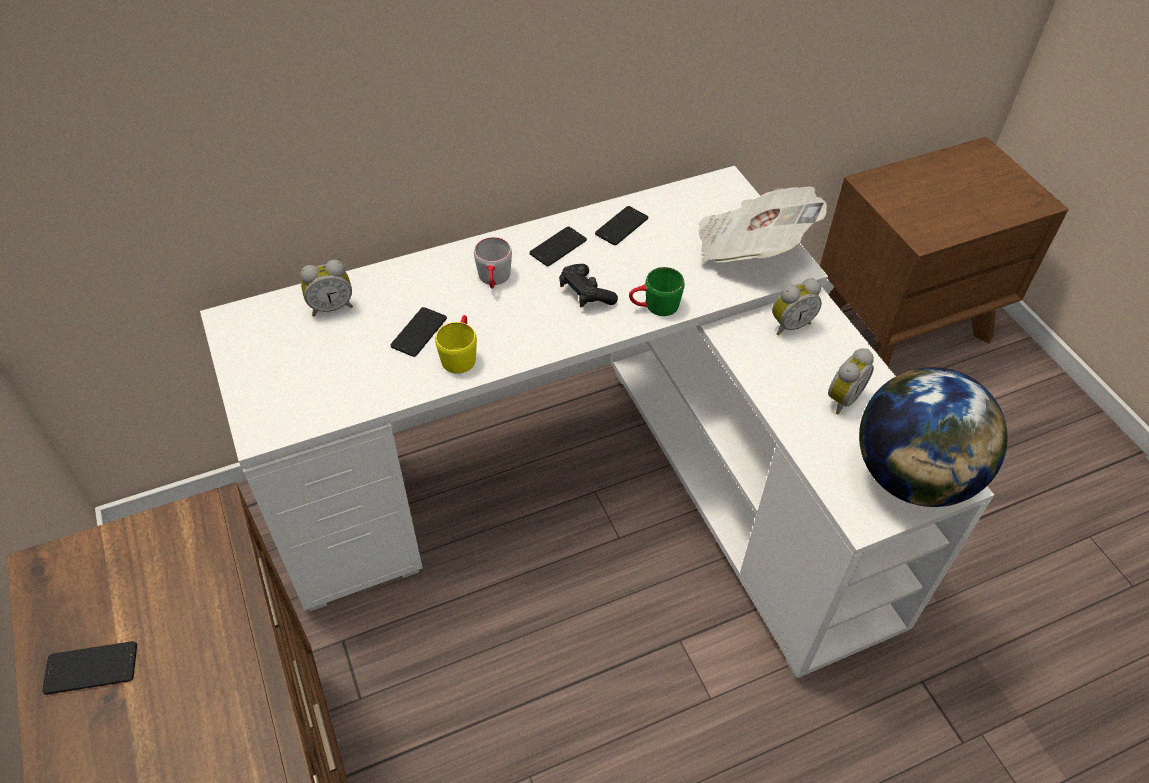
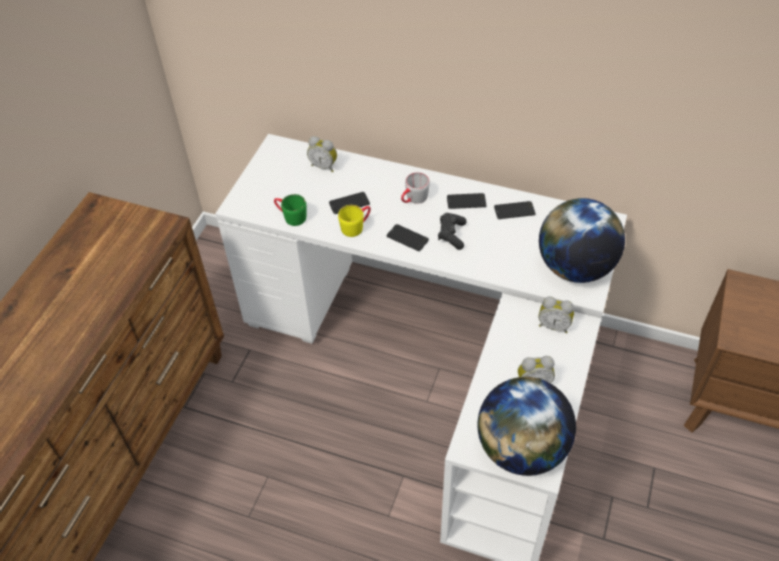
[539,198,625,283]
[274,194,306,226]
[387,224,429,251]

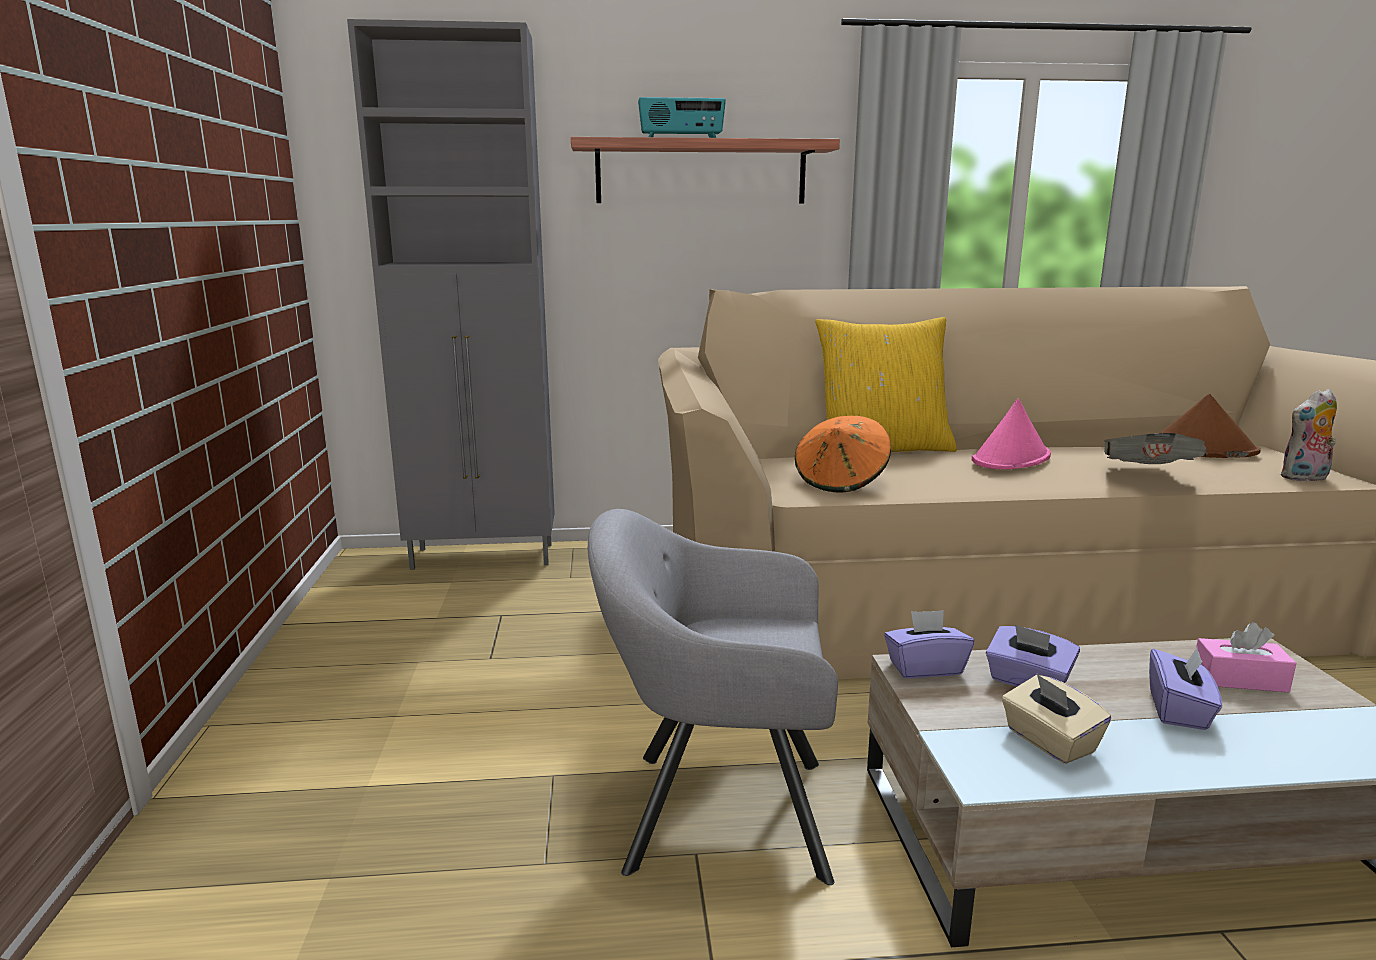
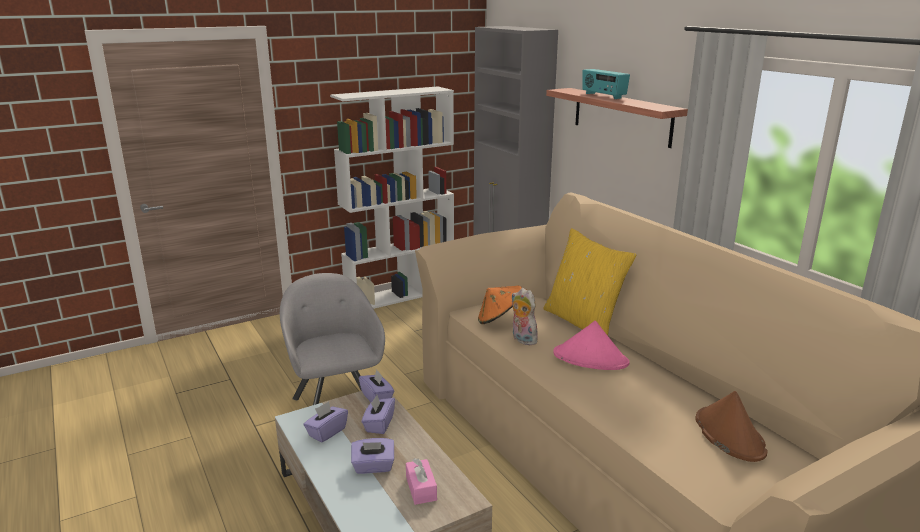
[512,288,538,345]
[1104,433,1207,464] (first image)
[303,401,348,443]
[330,86,454,309]

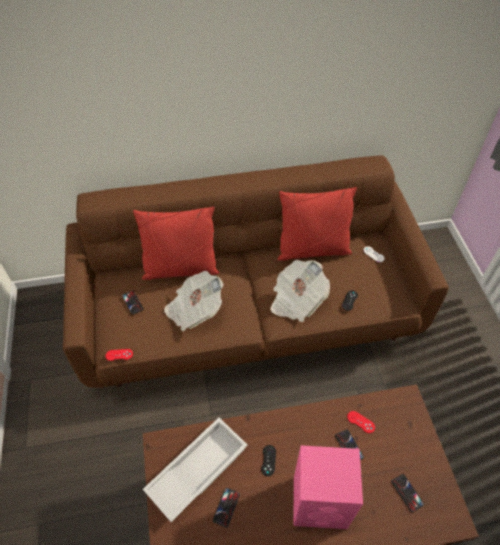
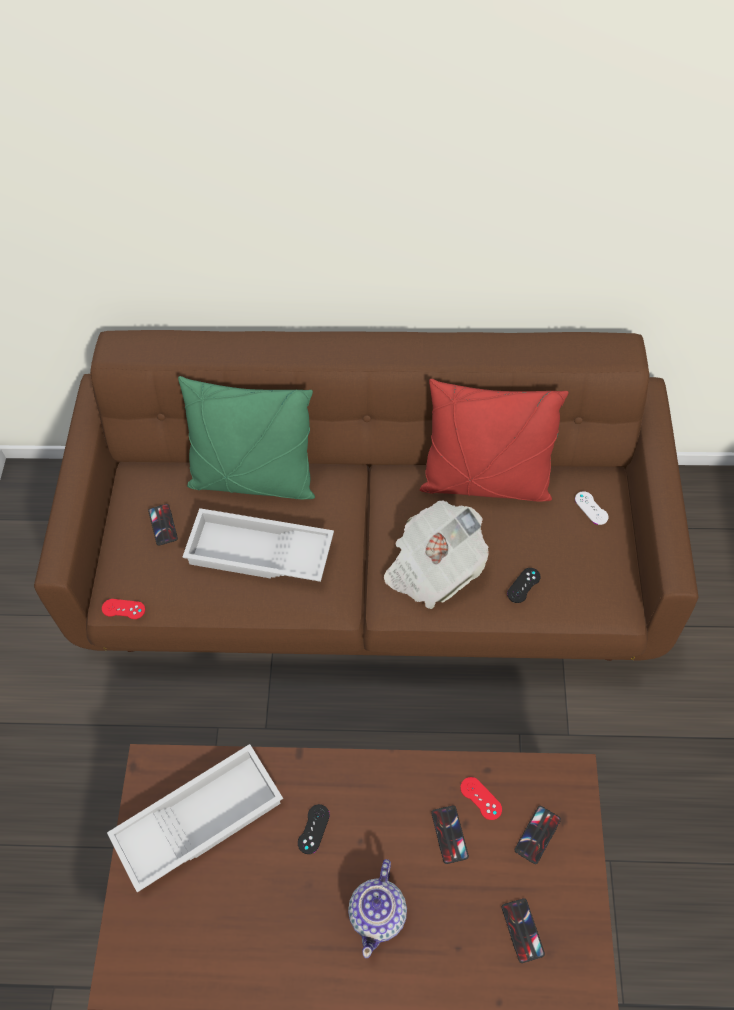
[178,376,315,499]
[183,508,334,582]
[348,859,407,958]
[515,806,561,864]

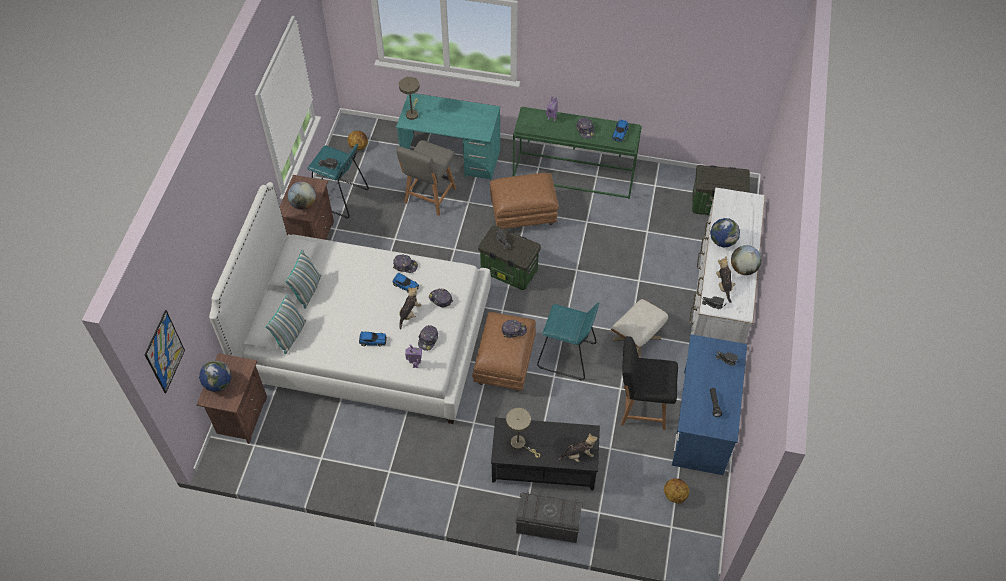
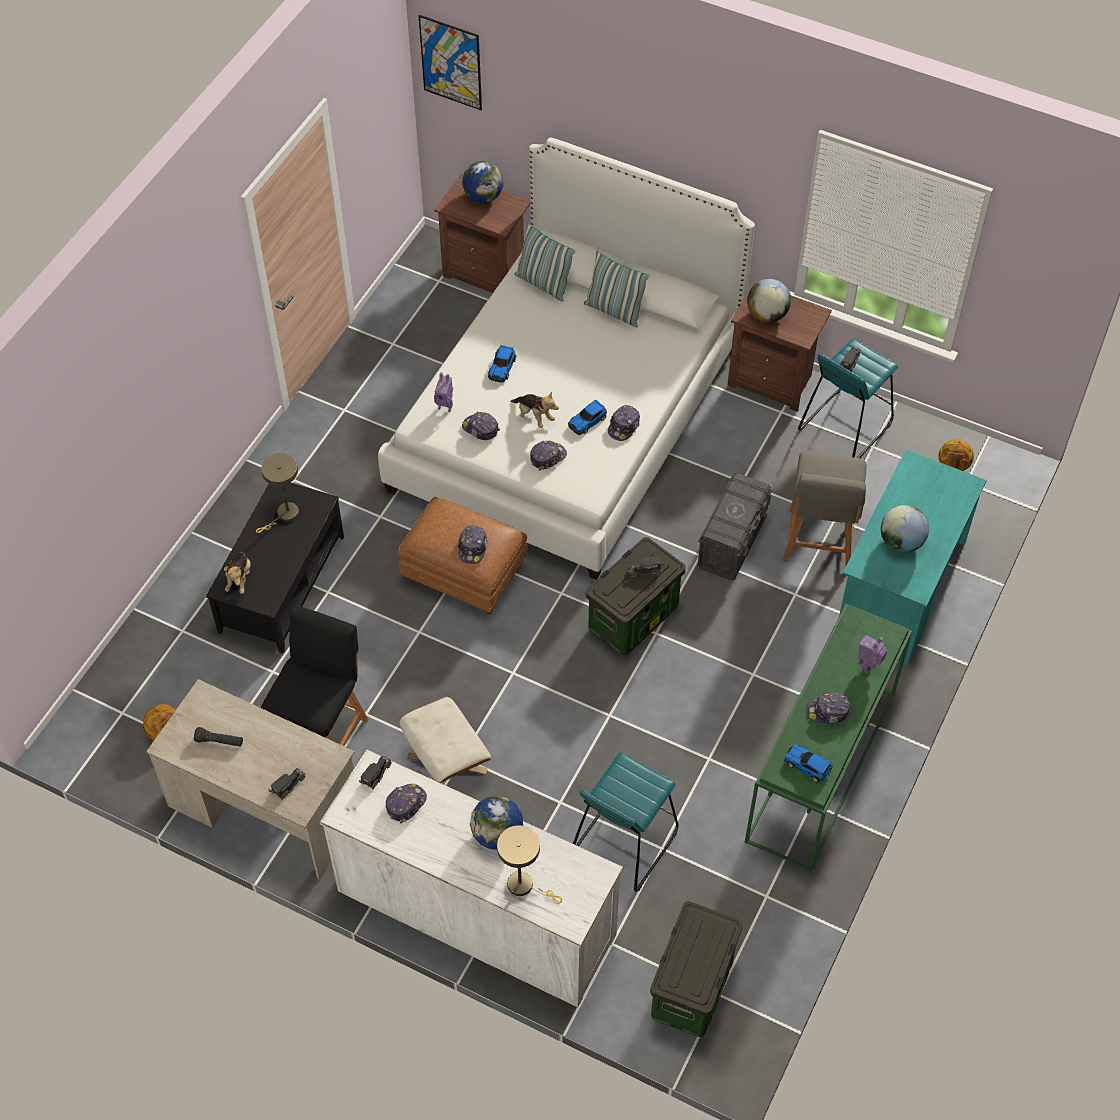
[497,825,562,904]
[783,451,866,565]
[490,173,559,229] (first image)
[881,505,929,553]
[386,784,427,824]
[573,752,679,892]
[146,679,355,880]
[698,473,772,580]

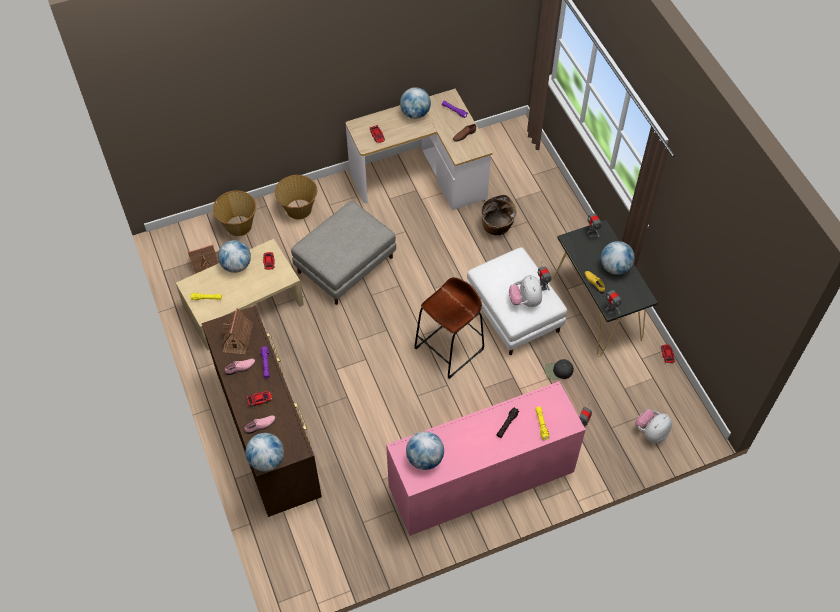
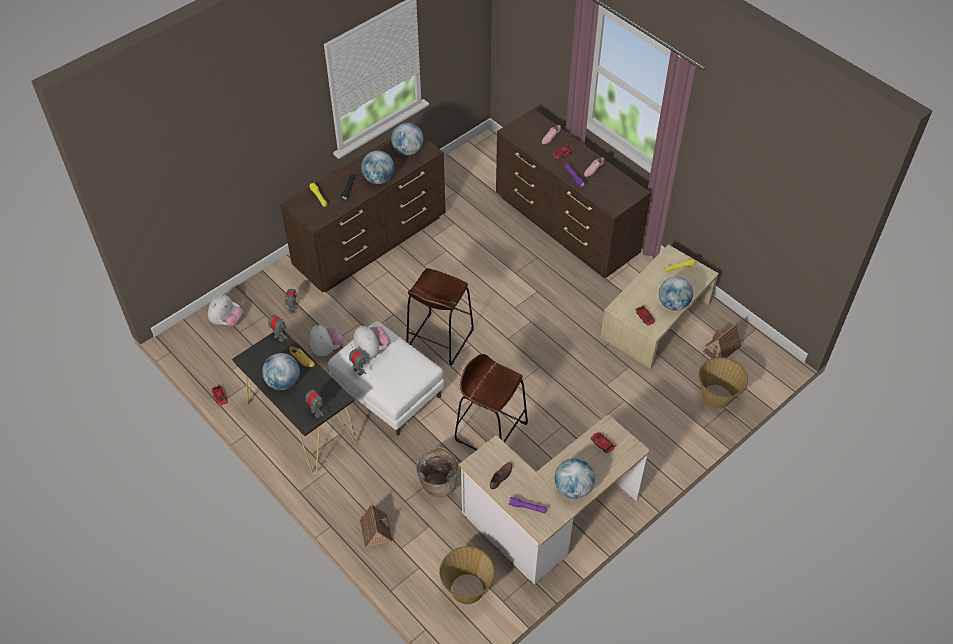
[439,546,495,604]
[291,201,396,305] (first image)
[360,504,392,547]
[310,325,344,357]
[280,136,445,293]
[361,151,394,184]
[455,354,528,450]

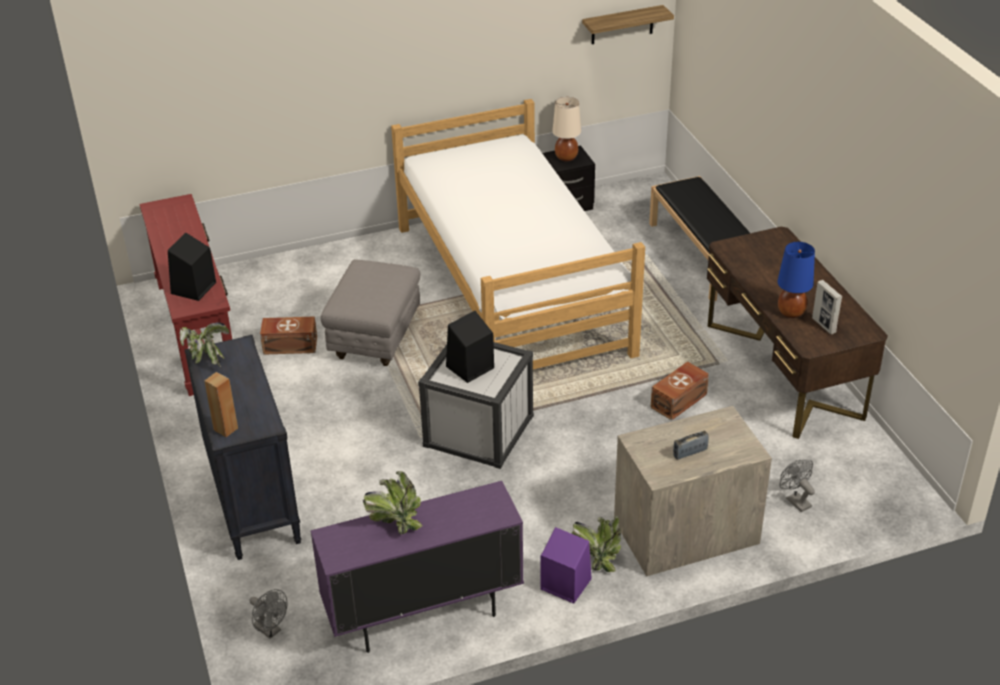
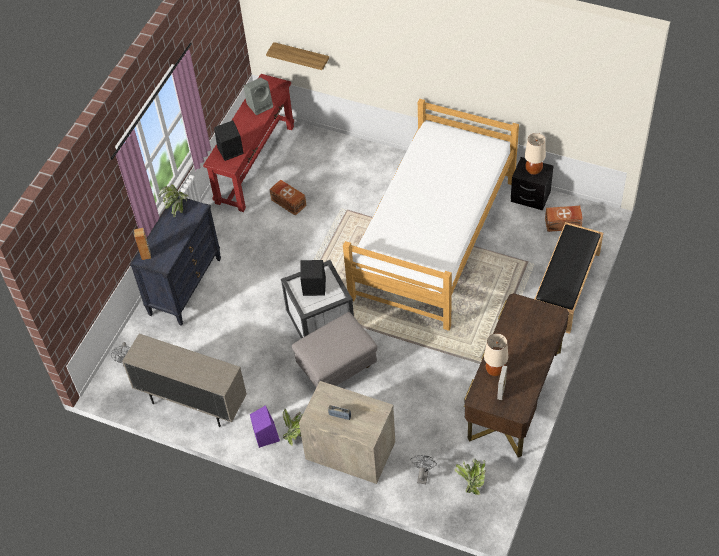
[266,42,329,70]
[484,333,508,376]
[292,312,378,387]
[545,206,583,232]
[455,458,486,495]
[122,334,247,427]
[244,77,273,115]

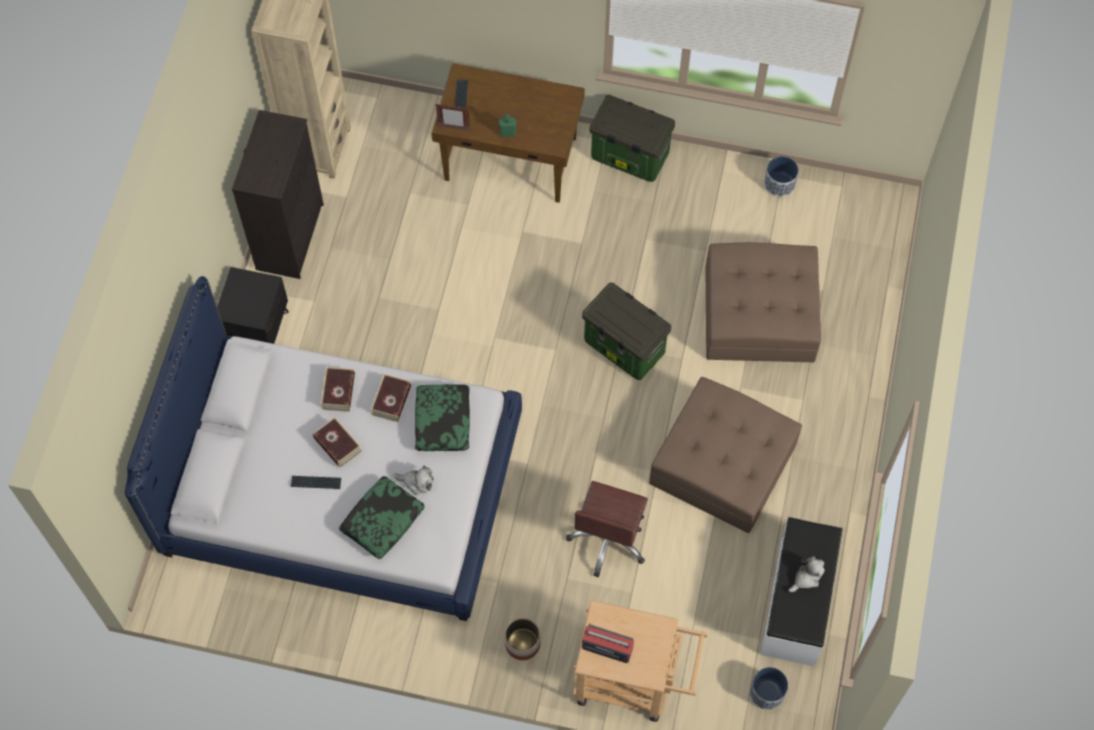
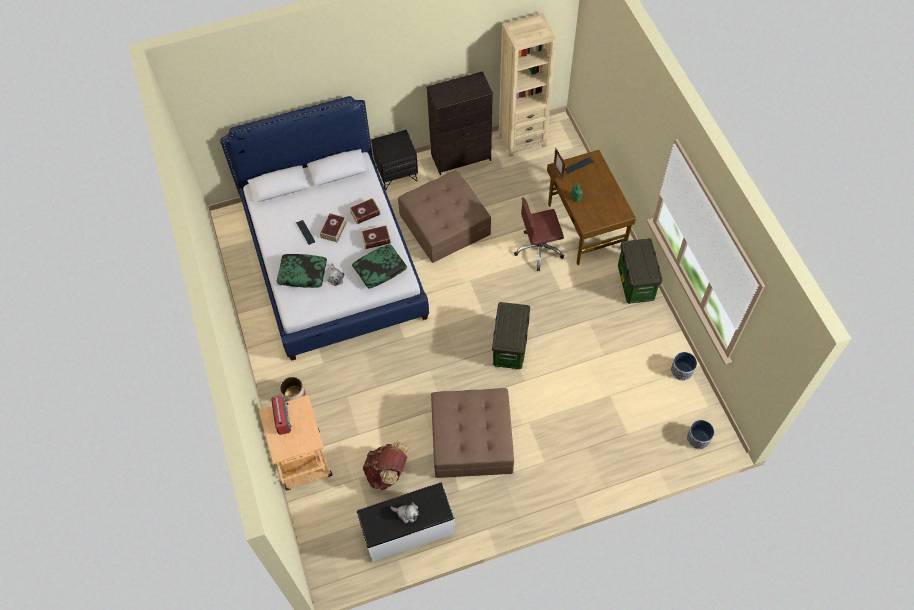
[398,170,491,263]
[514,198,564,271]
[687,420,714,449]
[363,442,409,490]

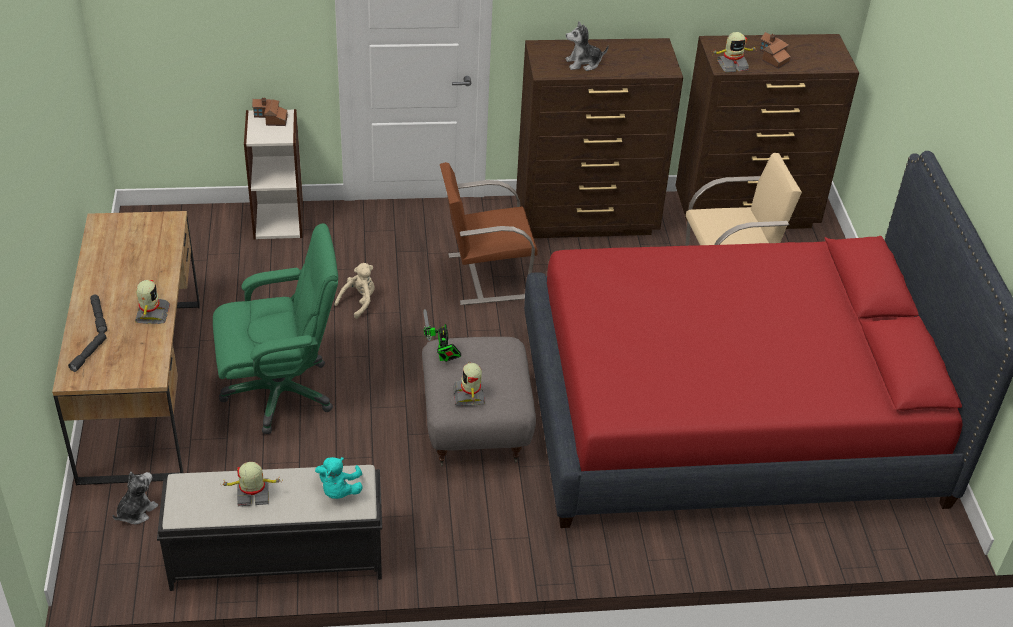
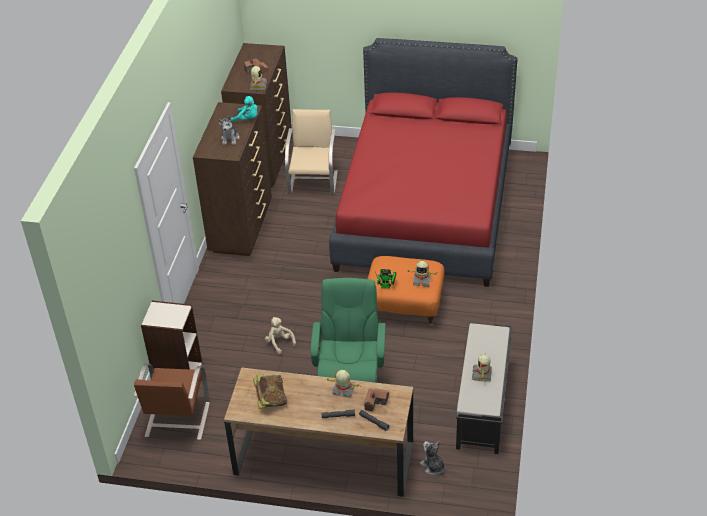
[364,388,389,411]
[134,364,210,440]
[368,256,445,326]
[231,96,257,123]
[253,374,287,409]

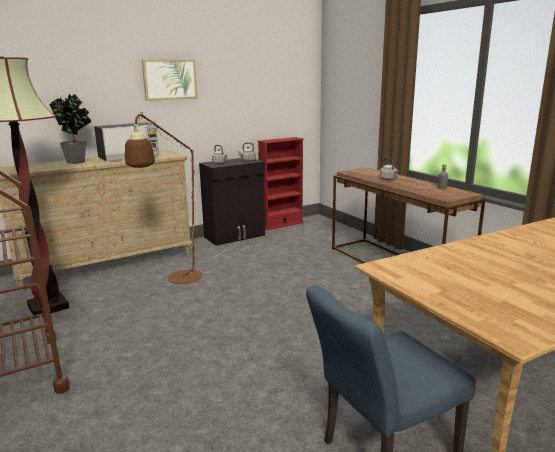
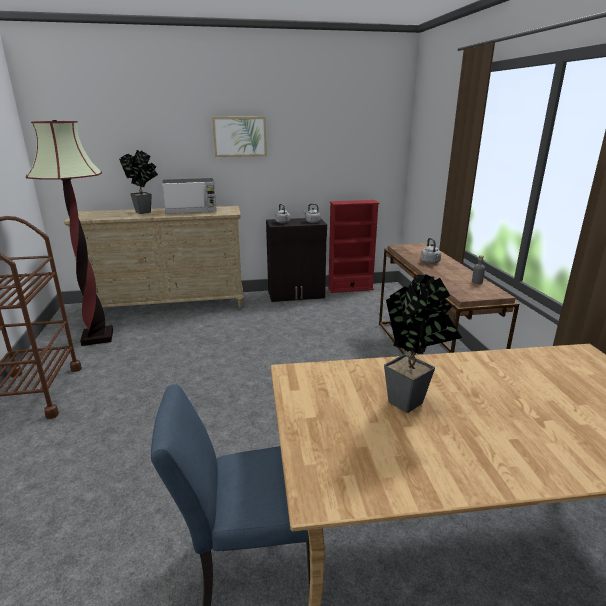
[125,112,231,284] (first image)
[384,274,462,413]

